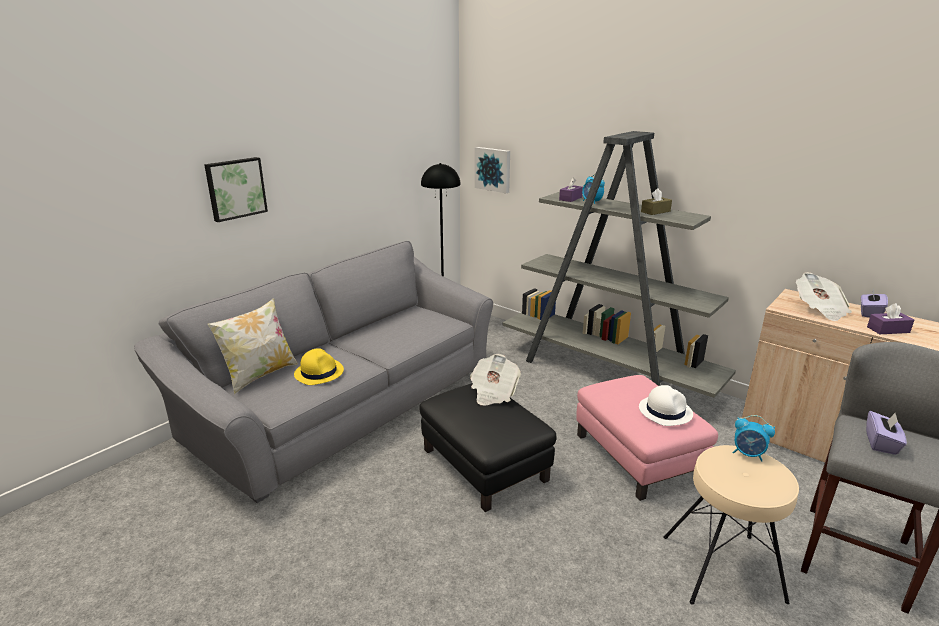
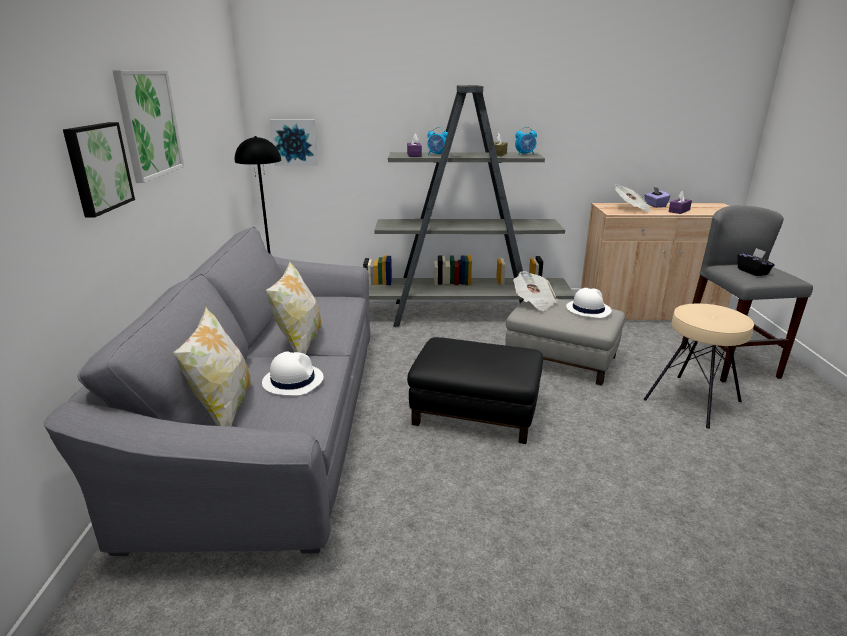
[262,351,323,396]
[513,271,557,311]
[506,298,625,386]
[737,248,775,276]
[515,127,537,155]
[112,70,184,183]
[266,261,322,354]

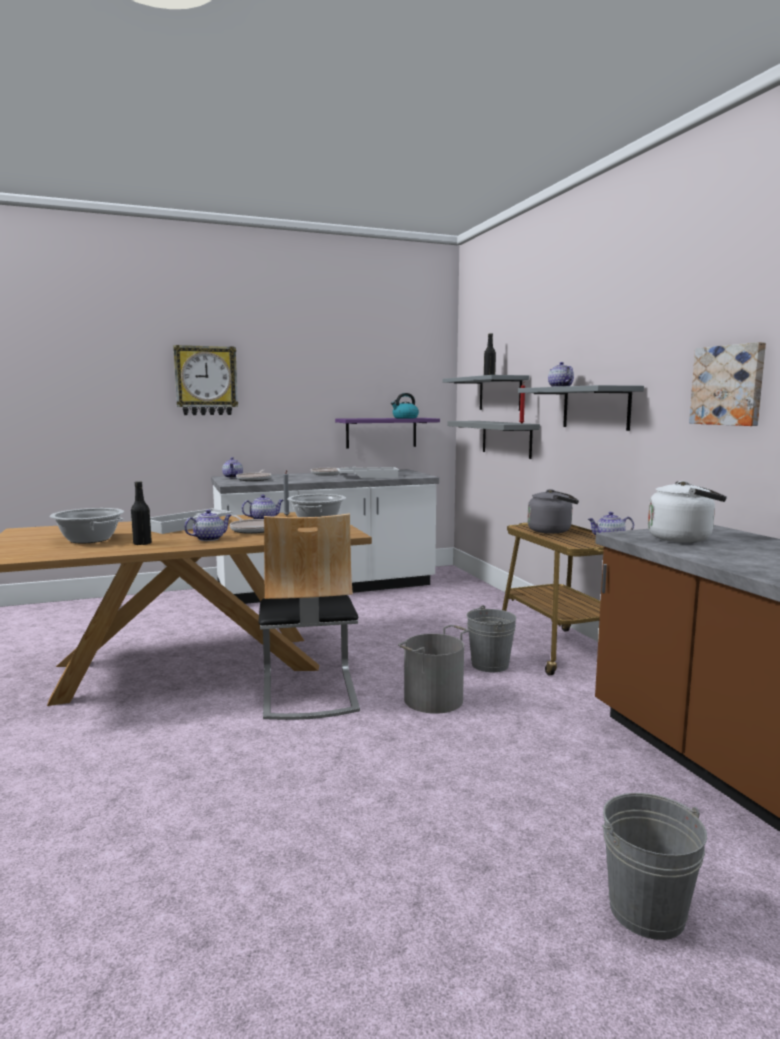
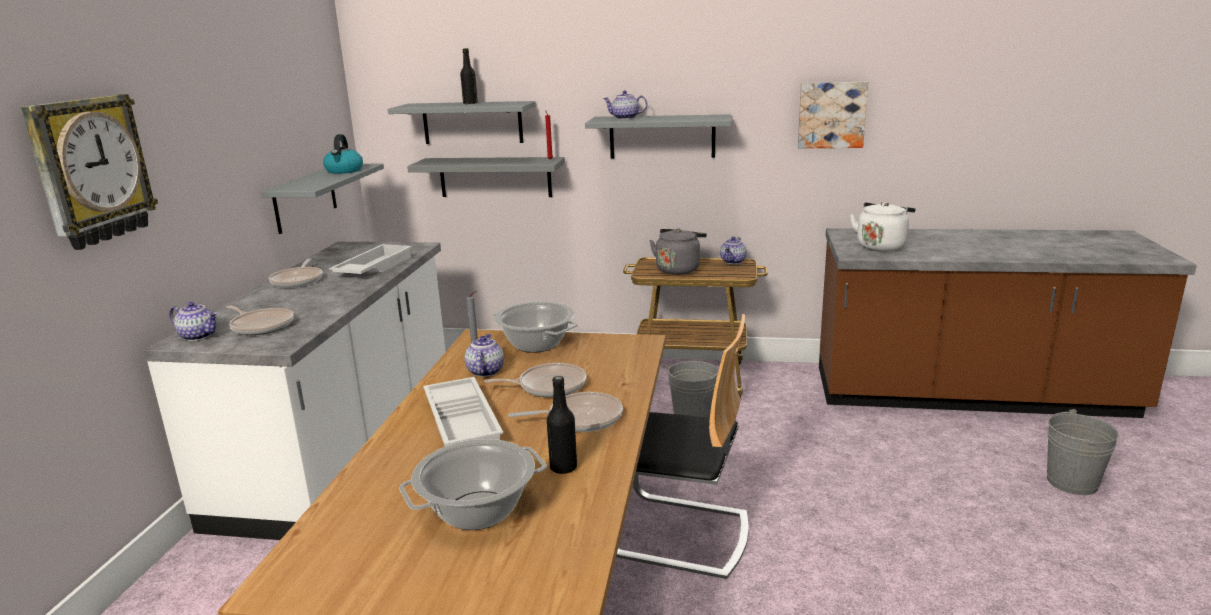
[261,164,384,234]
[508,392,623,432]
[398,625,469,714] (first image)

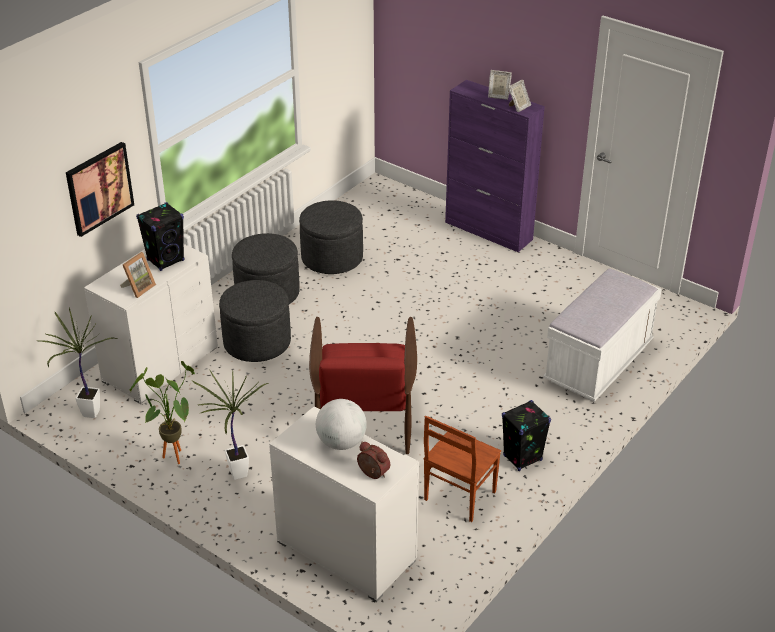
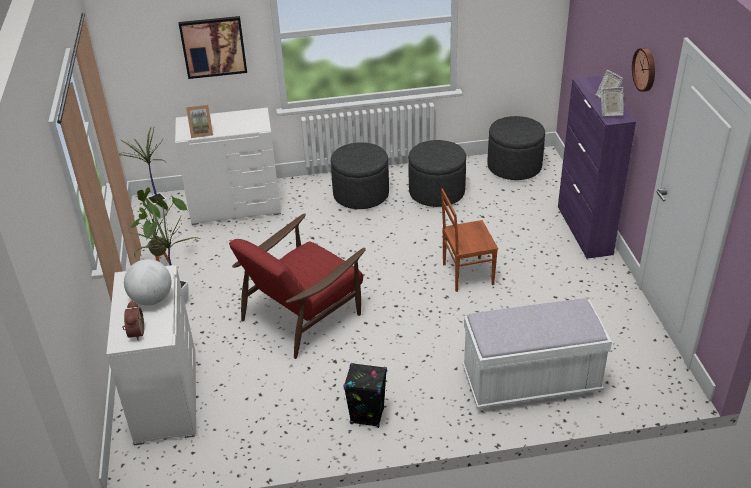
[136,202,185,271] (first image)
[487,116,545,180]
[441,188,498,292]
[632,48,655,92]

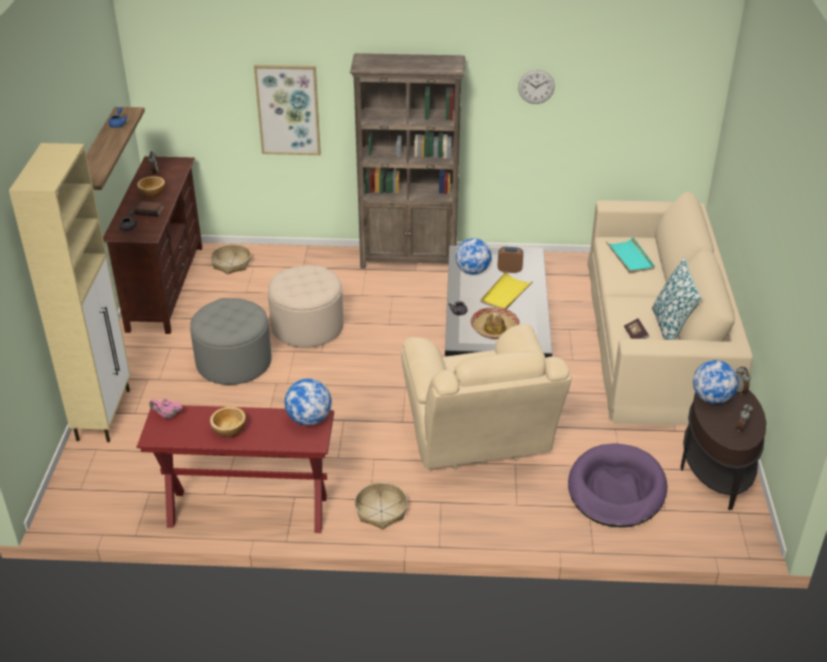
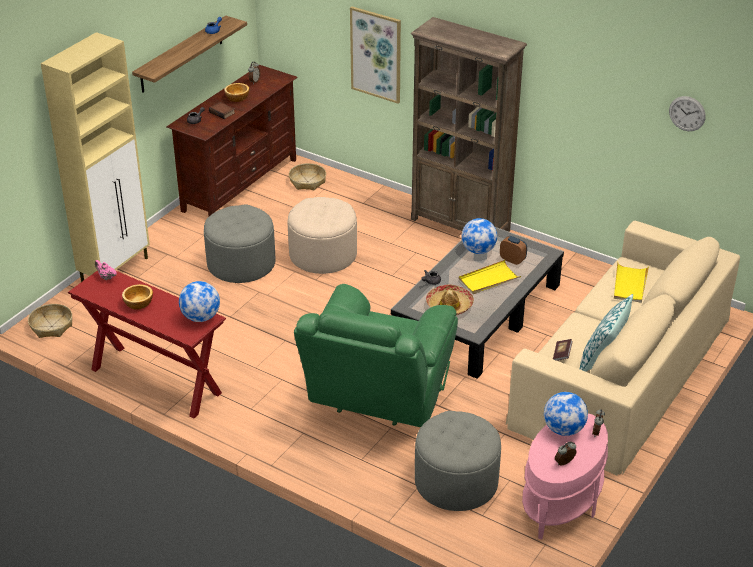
[669,96,706,131]
[614,262,649,303]
[294,284,458,427]
[522,414,608,540]
[415,411,501,511]
[28,304,72,338]

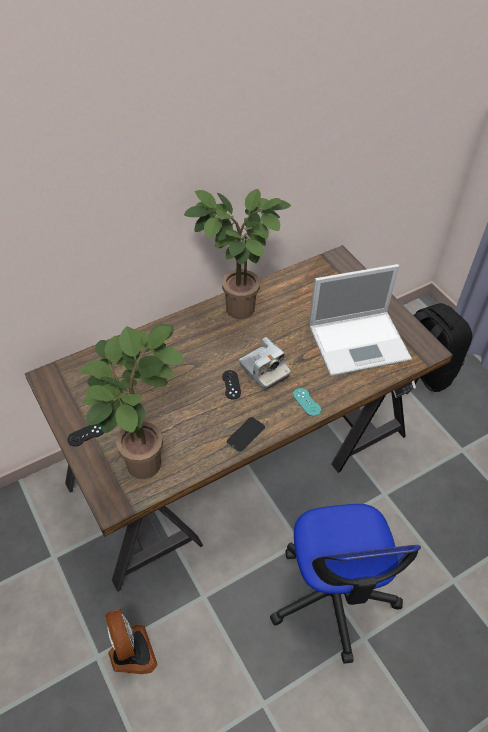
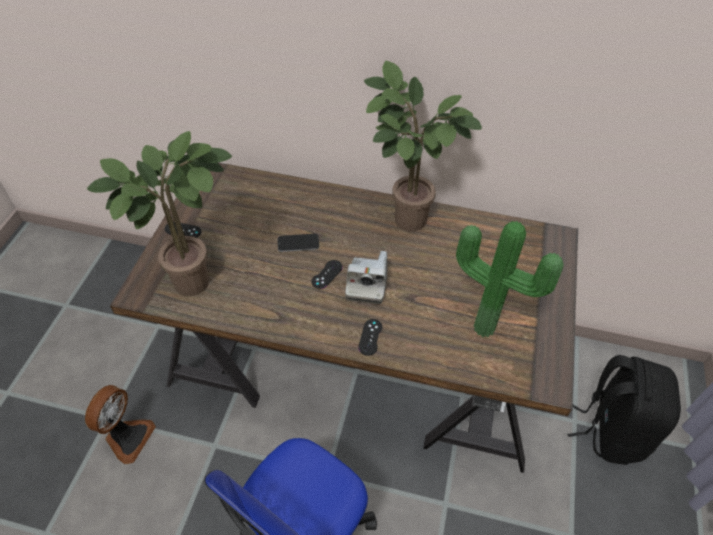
[456,221,564,337]
[358,319,382,356]
[278,234,319,252]

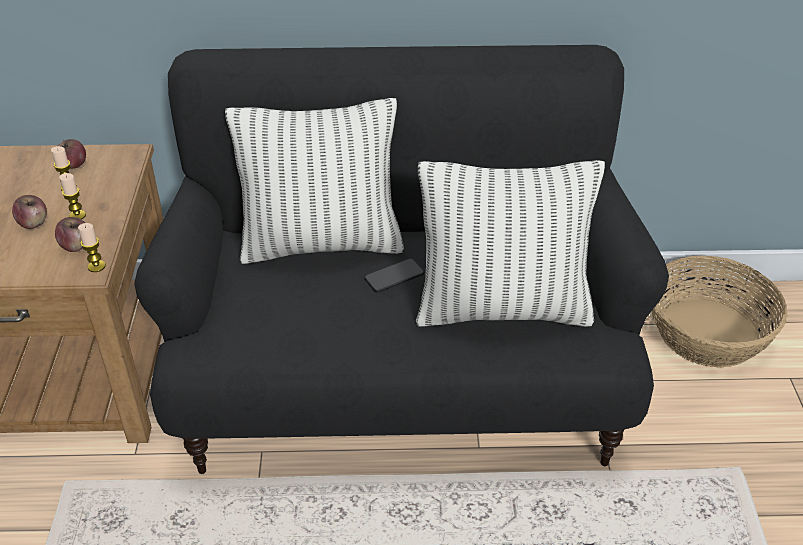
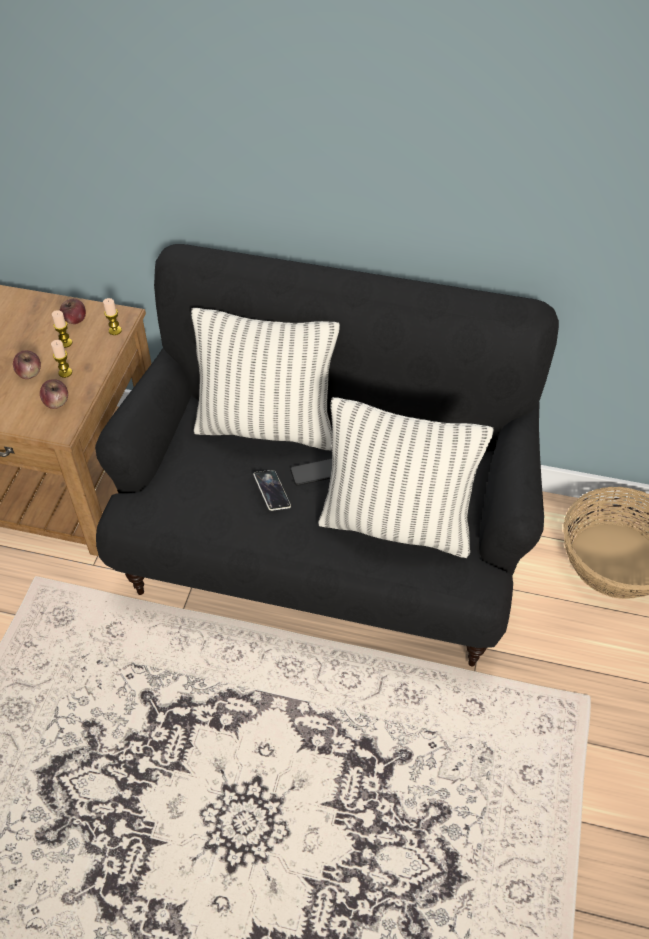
[103,298,122,335]
[253,470,291,511]

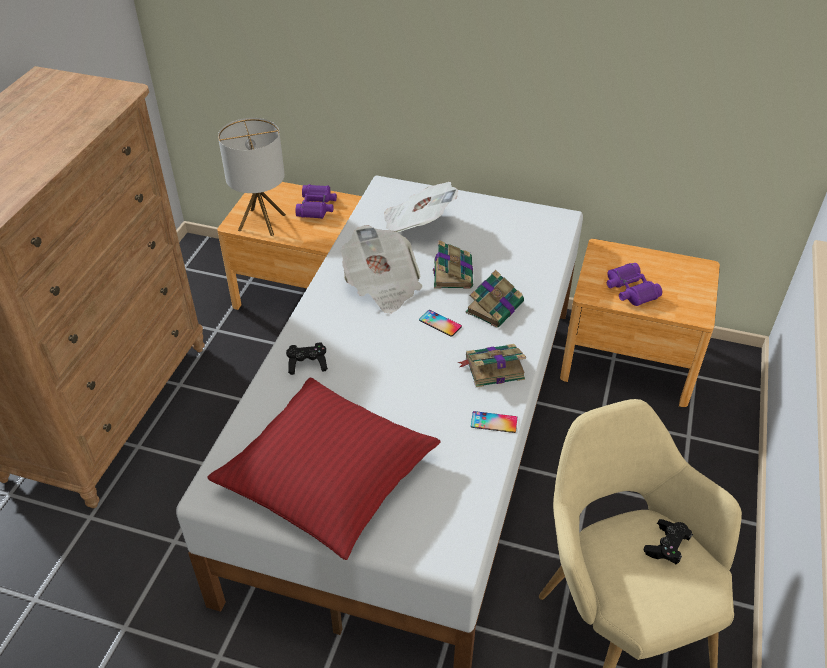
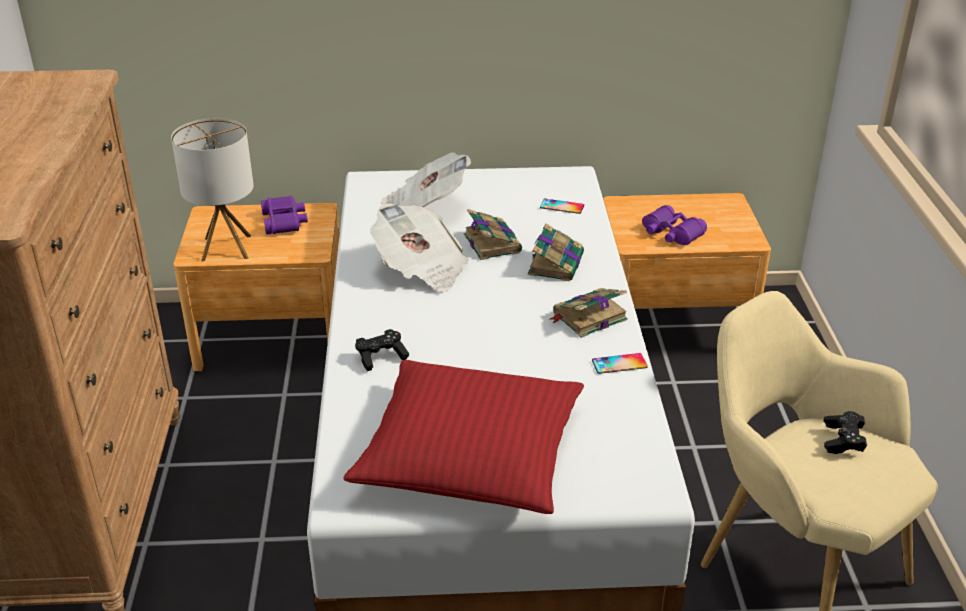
[540,199,584,214]

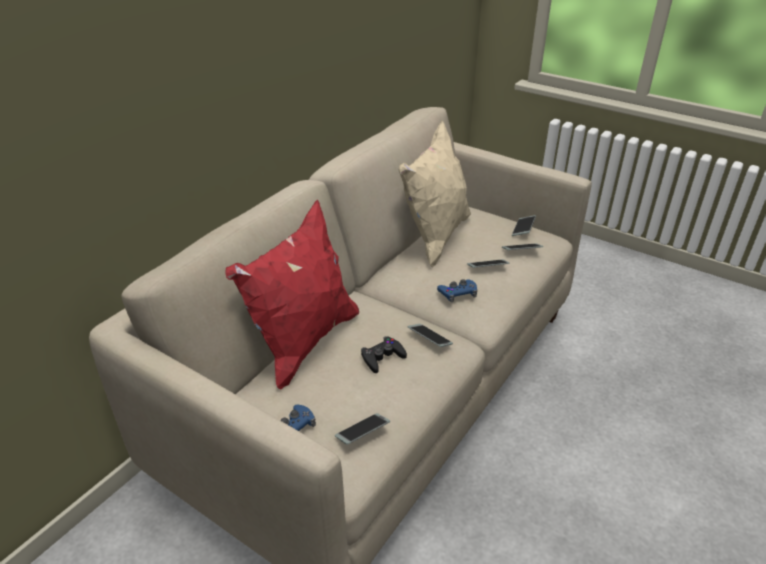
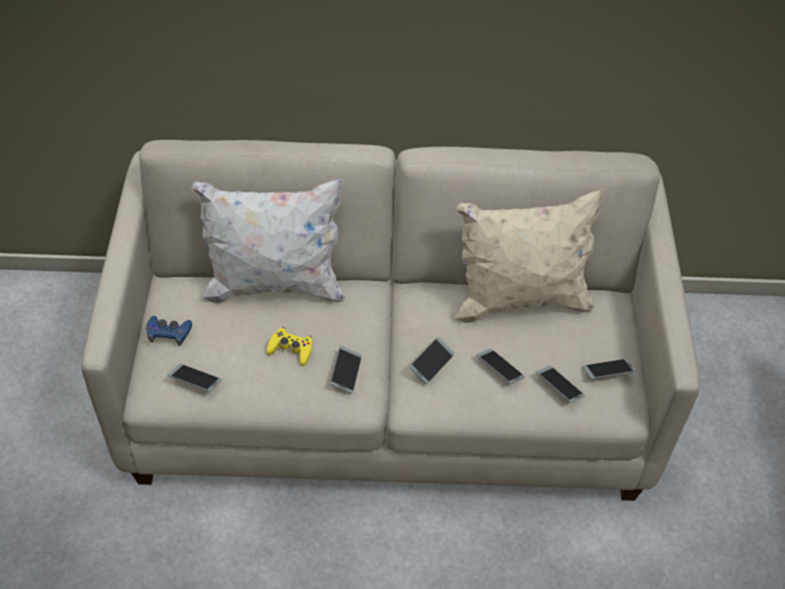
[191,179,345,304]
[410,337,455,384]
[267,327,313,366]

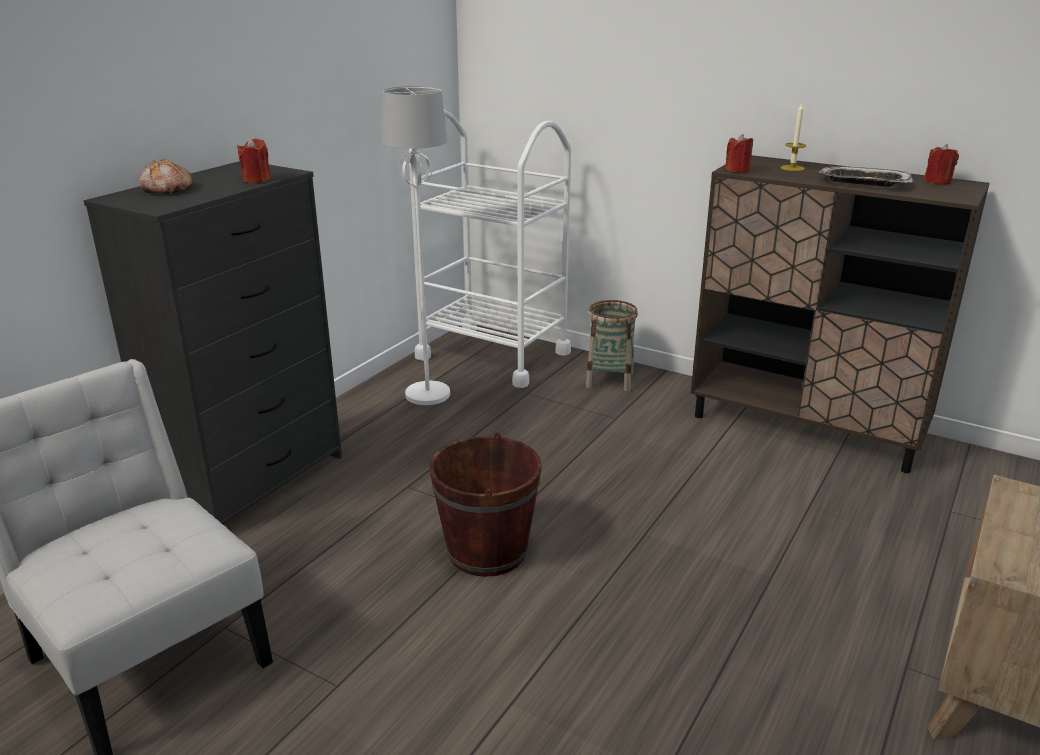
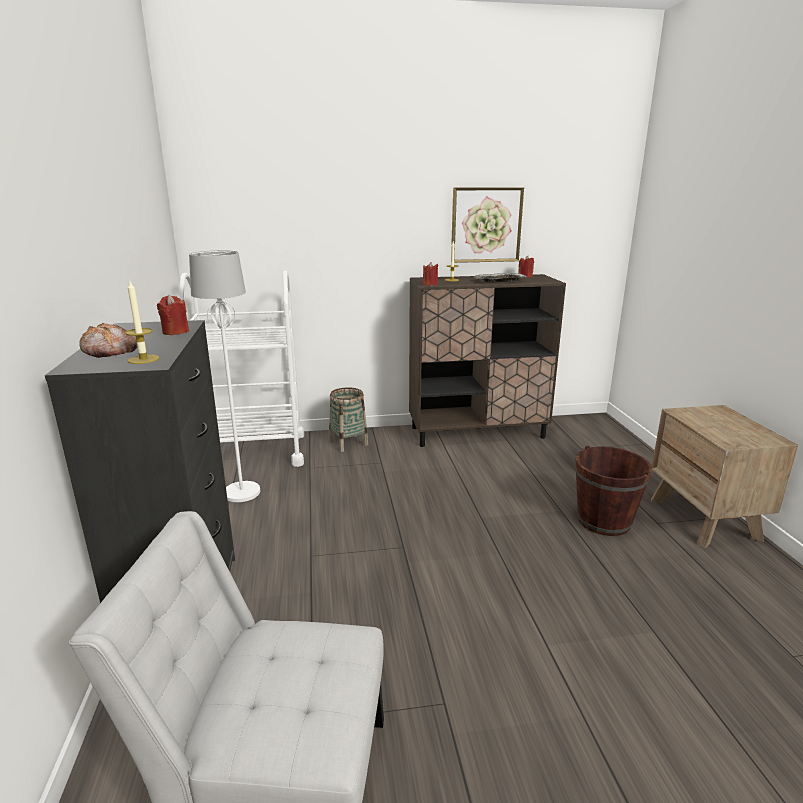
[575,445,652,536]
[451,187,524,263]
[125,281,159,364]

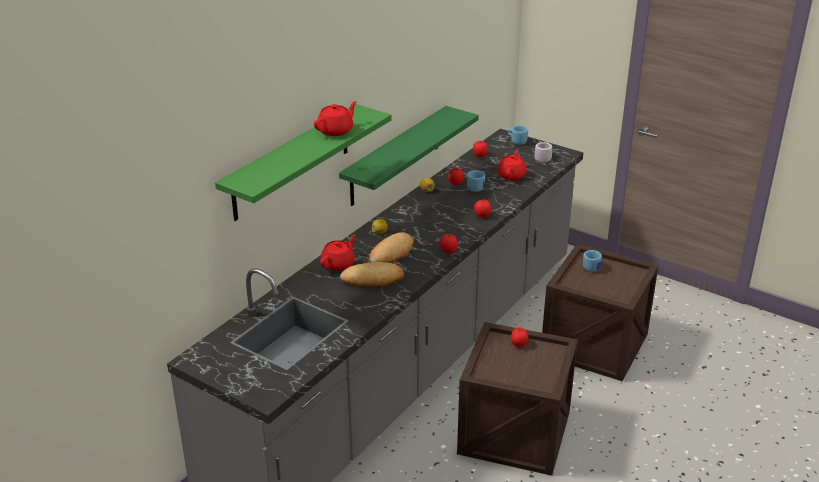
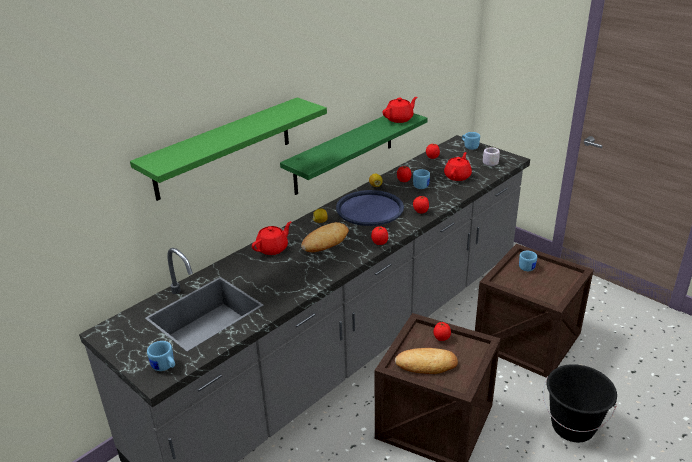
[383,97,417,123]
[395,348,458,374]
[336,190,404,226]
[147,341,175,371]
[543,364,617,442]

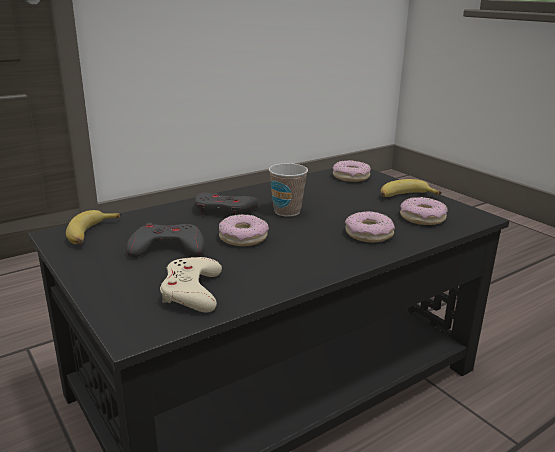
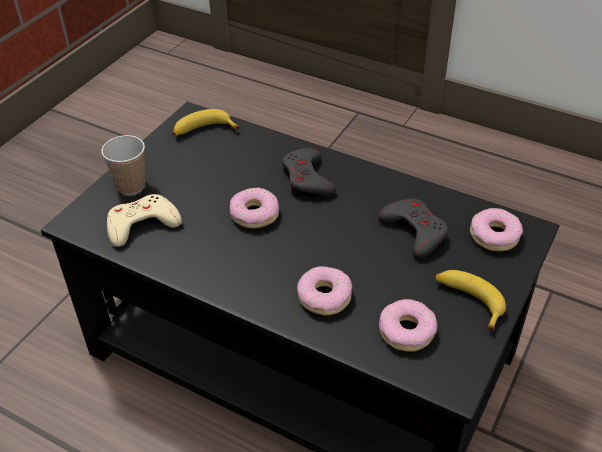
[101,135,146,195]
[378,199,448,259]

